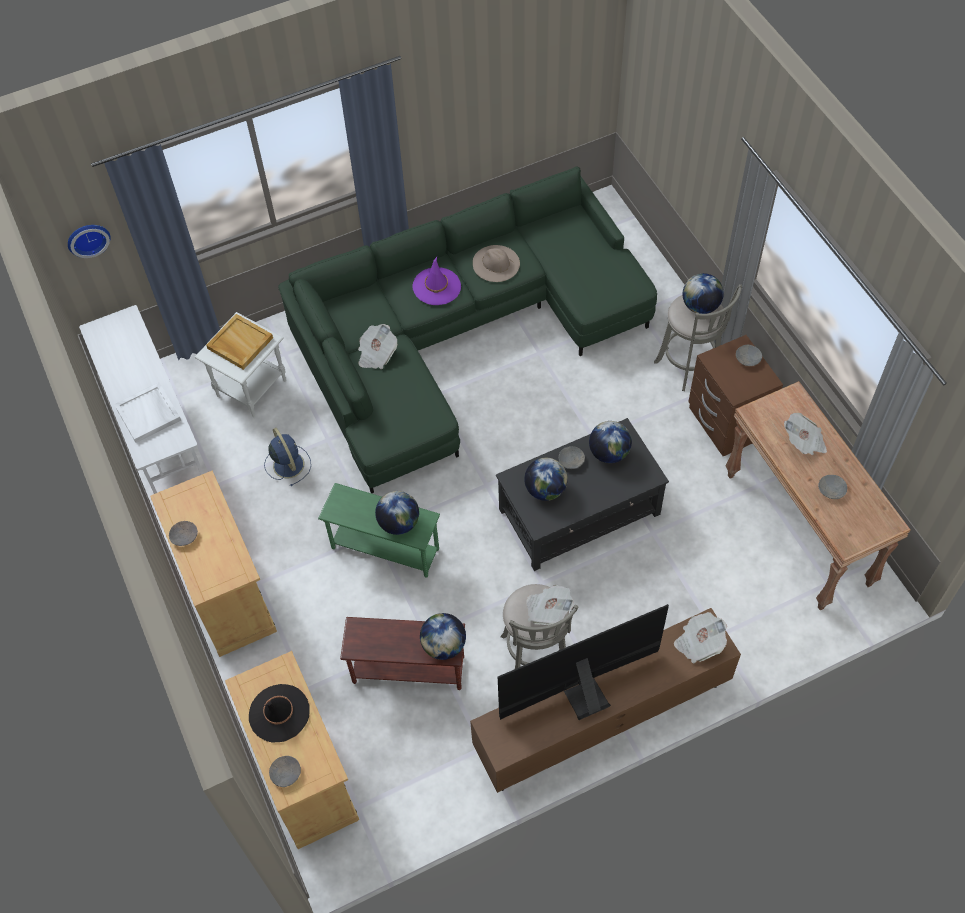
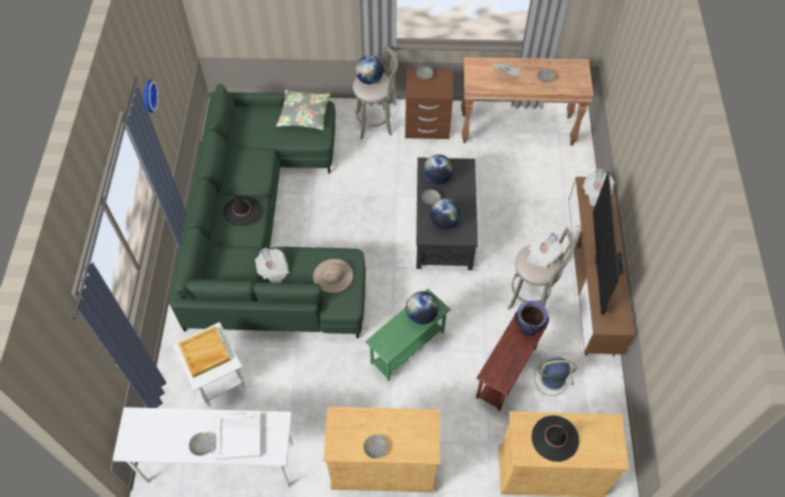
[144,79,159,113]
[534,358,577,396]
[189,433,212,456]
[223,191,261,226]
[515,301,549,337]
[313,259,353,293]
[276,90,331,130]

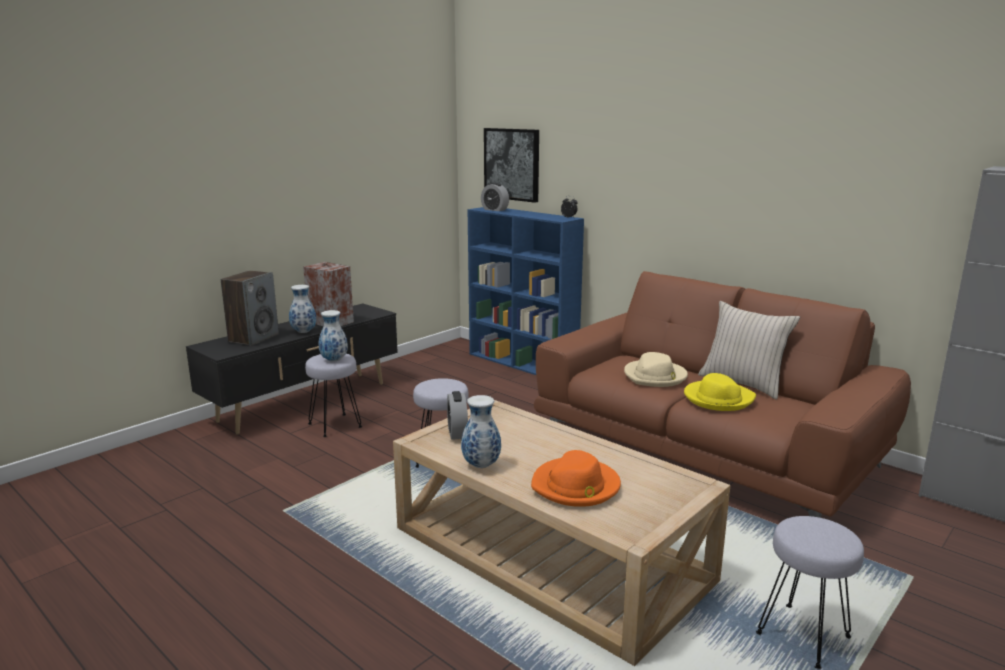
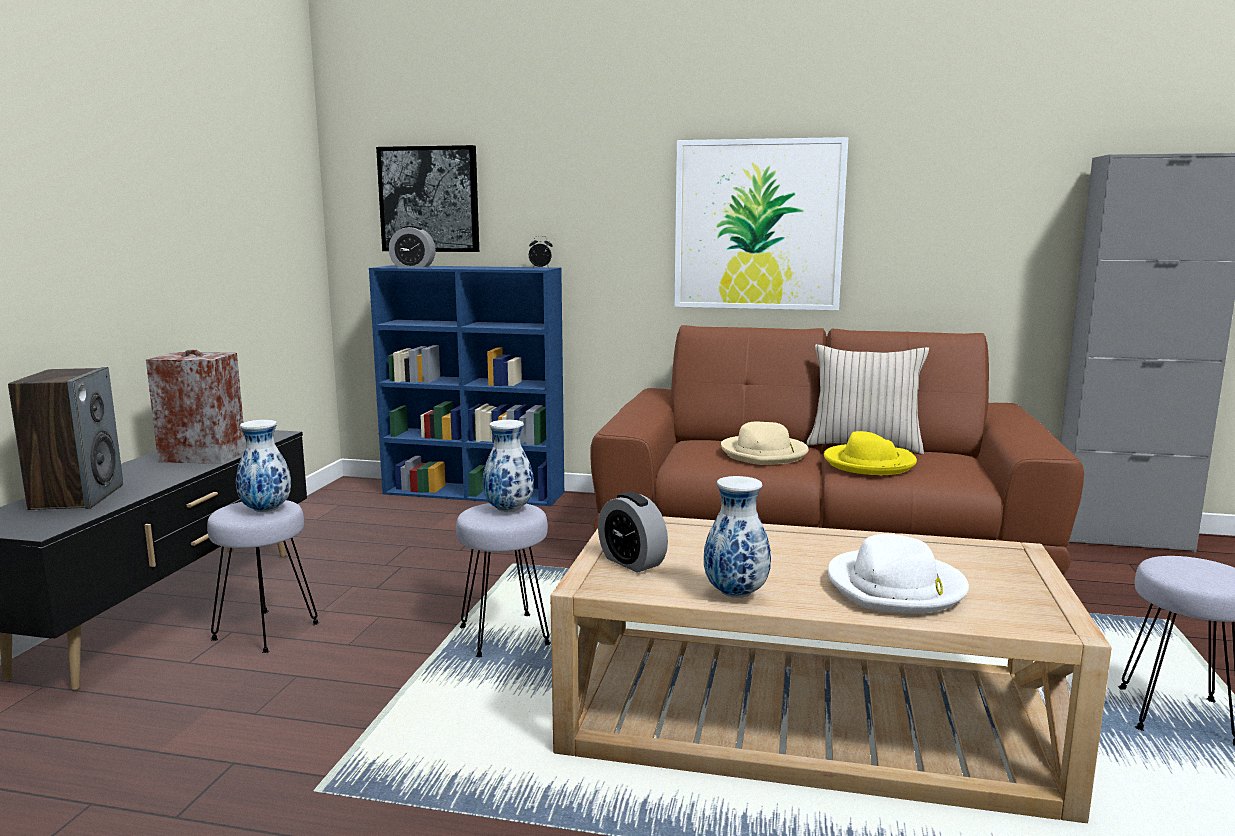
[483,420,534,512]
[828,534,969,613]
[674,137,848,310]

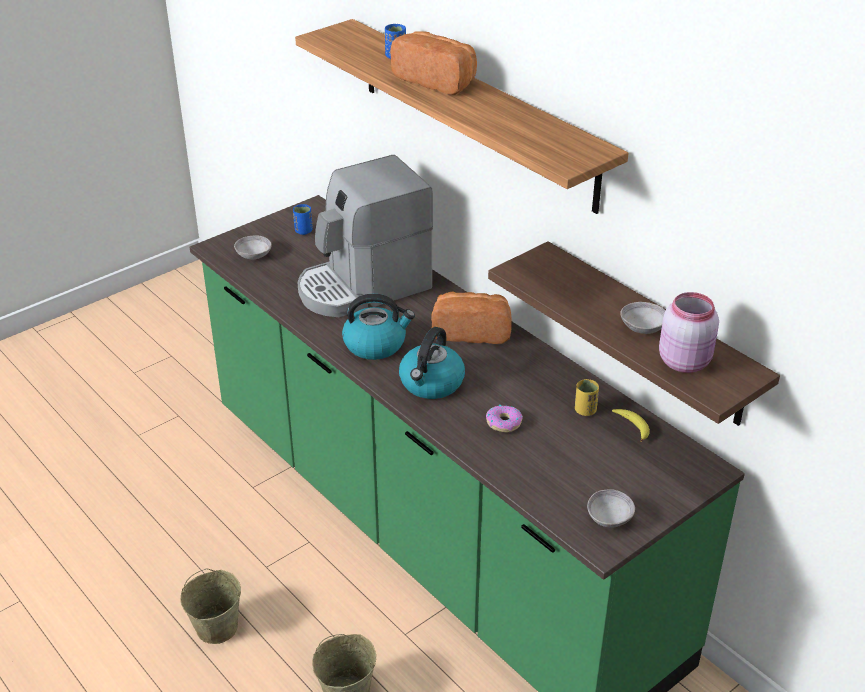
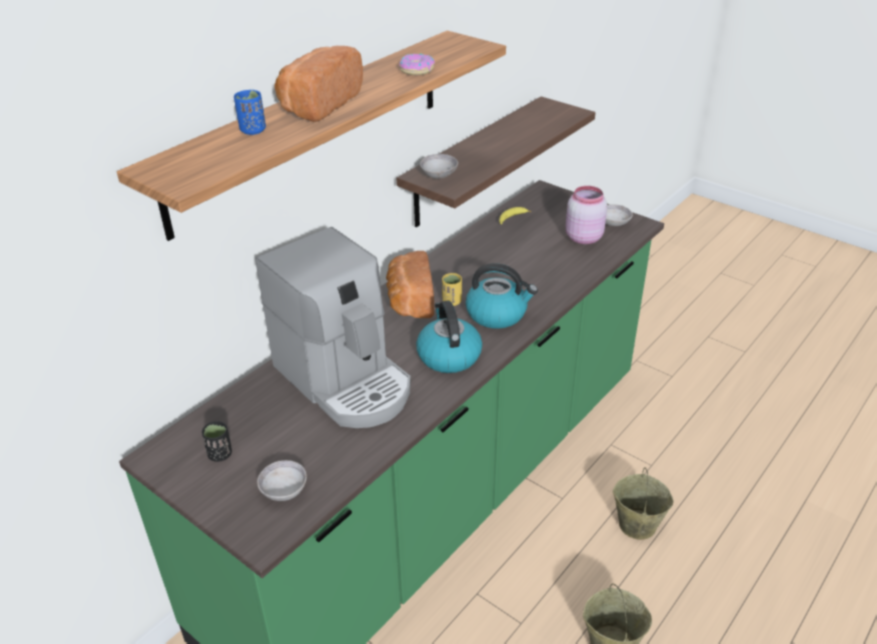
[202,421,232,462]
[399,53,435,75]
[442,273,462,306]
[420,154,458,179]
[566,186,607,244]

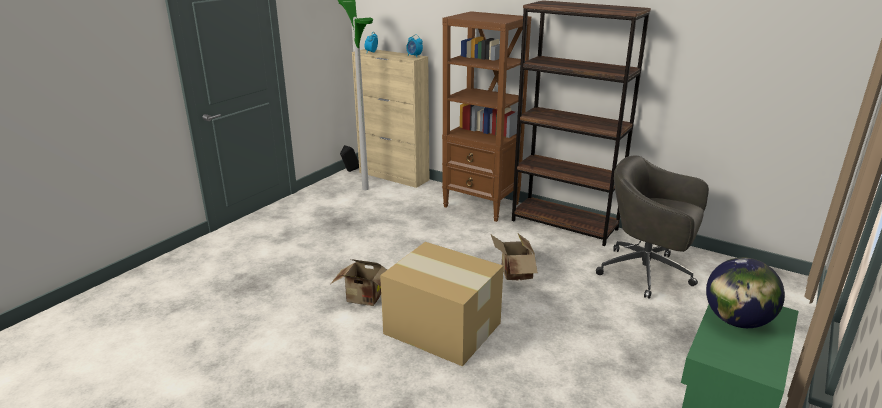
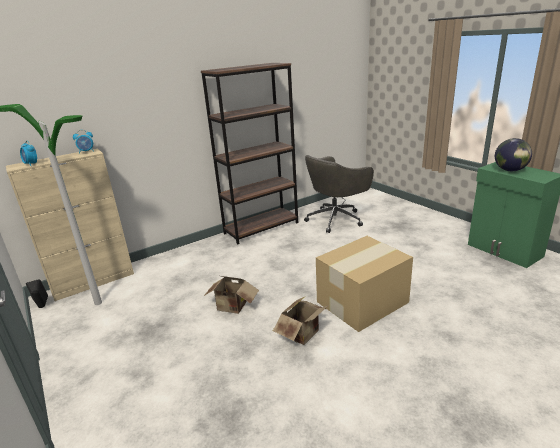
[442,11,531,222] (first image)
[204,276,259,314]

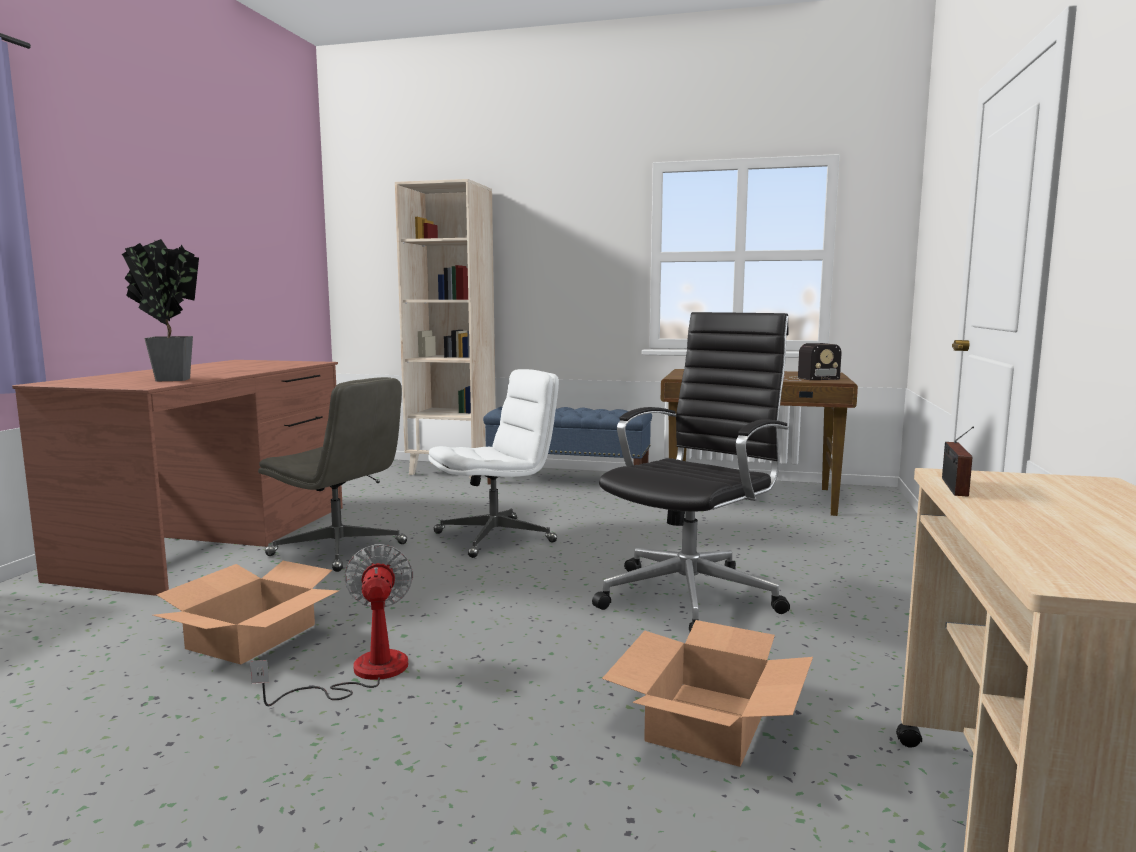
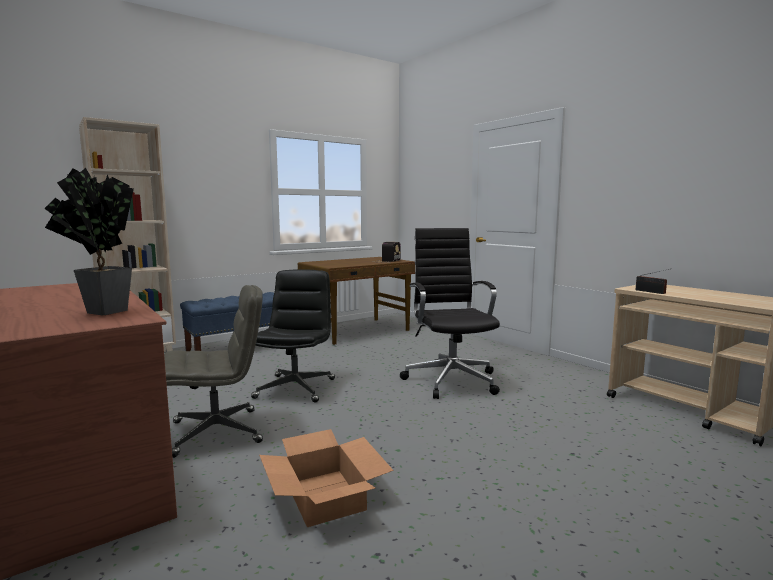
[250,544,413,706] (first image)
[251,269,335,403]
[602,620,813,767] (first image)

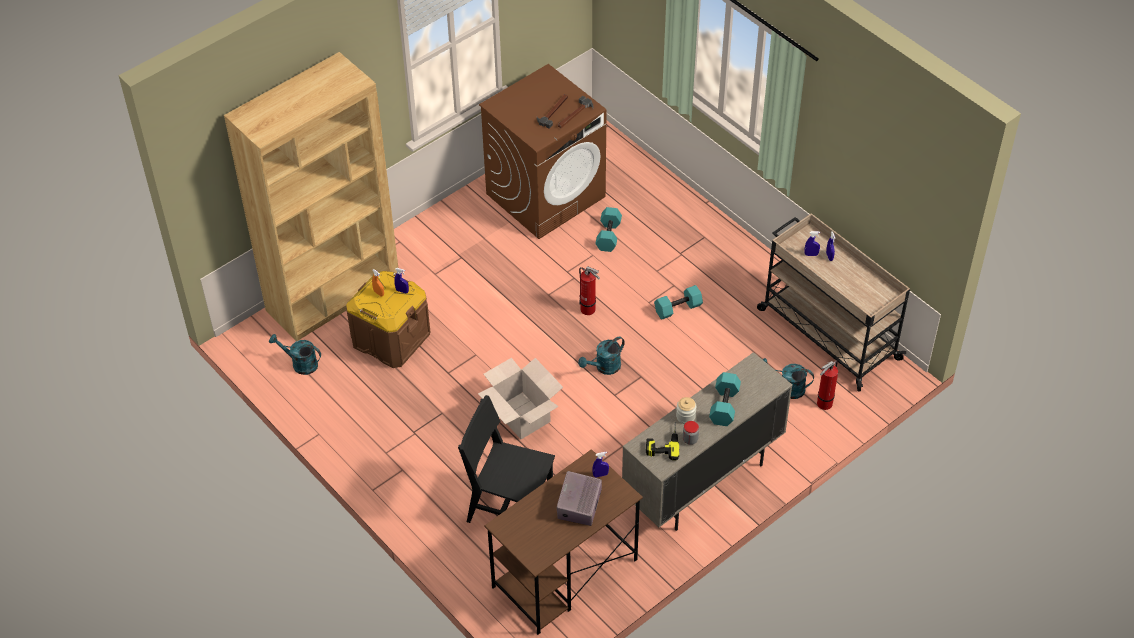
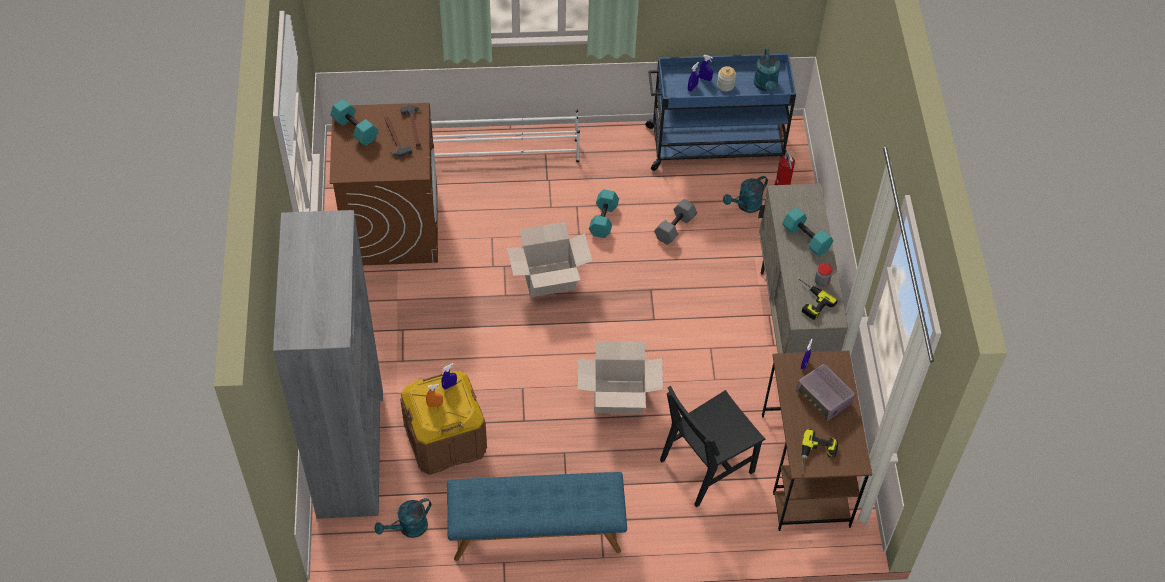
[273,210,383,519]
[754,48,780,92]
[507,222,592,297]
[330,99,378,146]
[717,66,736,92]
[646,54,796,171]
[431,109,580,162]
[447,472,627,561]
[654,199,697,245]
[801,429,838,471]

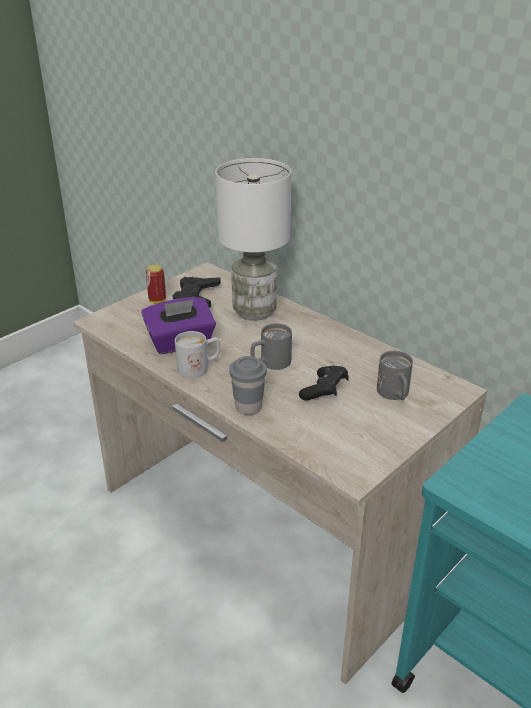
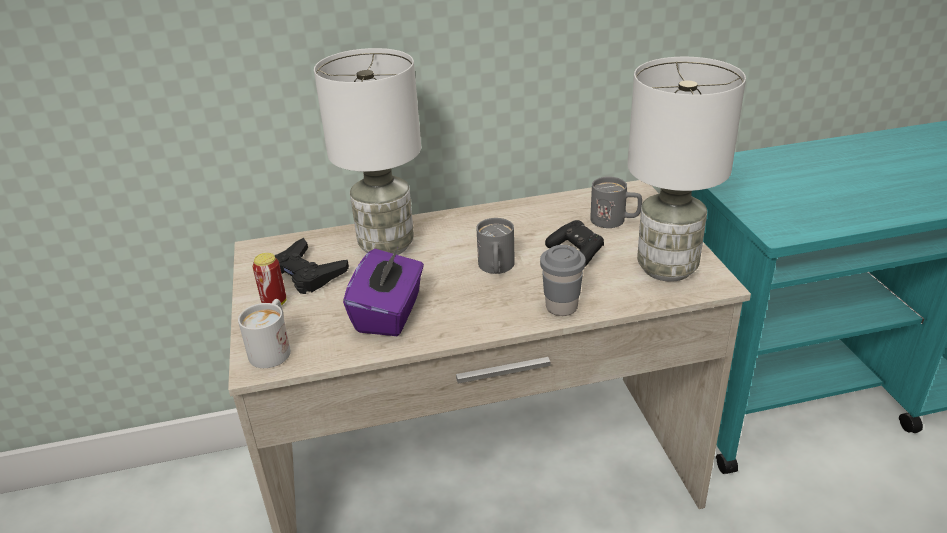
[238,299,291,368]
[627,57,746,282]

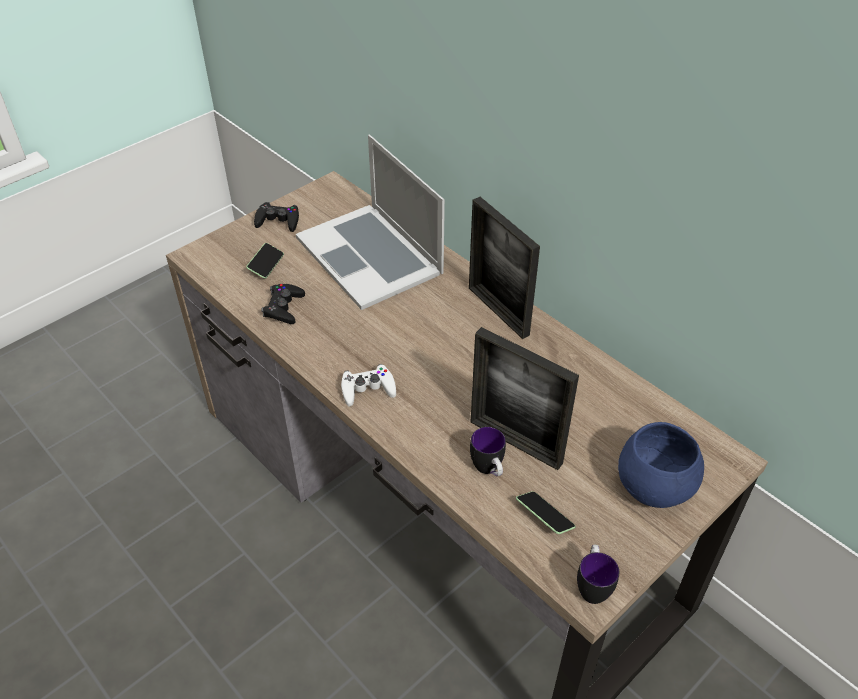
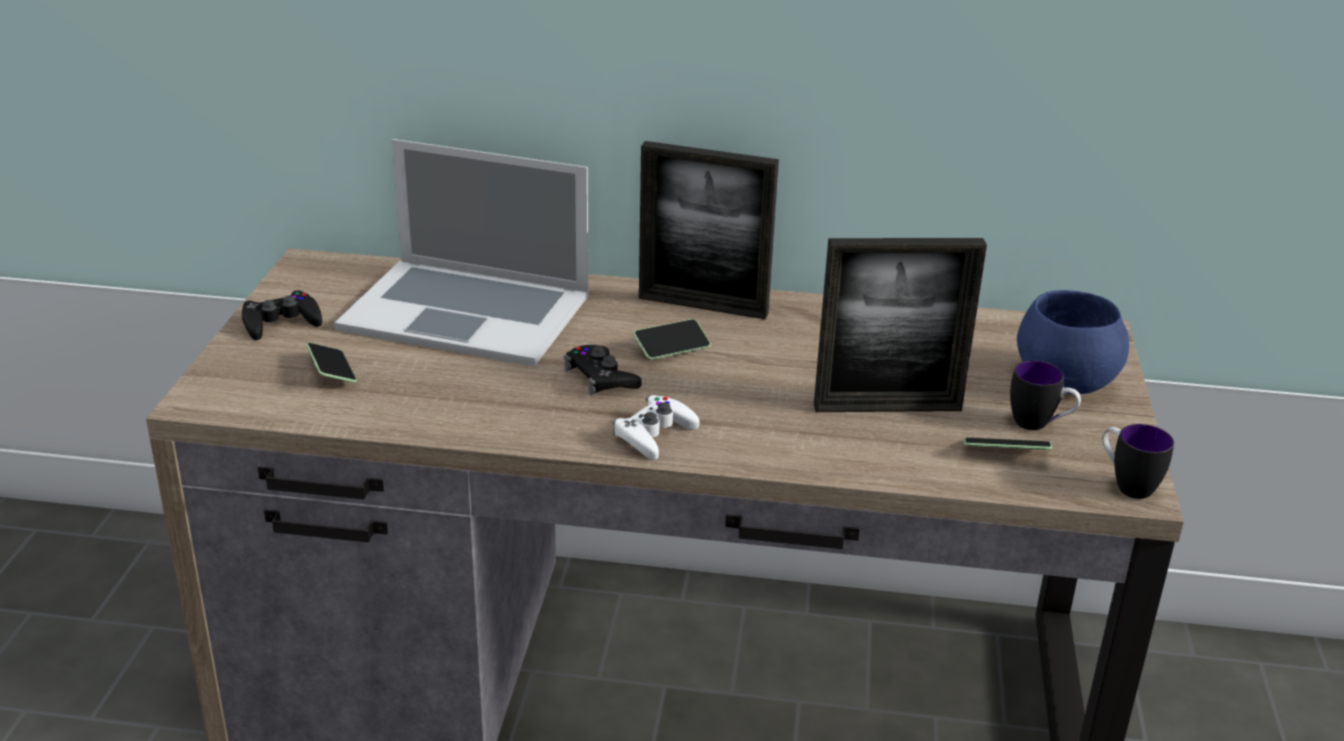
[564,345,642,395]
[1010,361,1081,430]
[633,319,711,360]

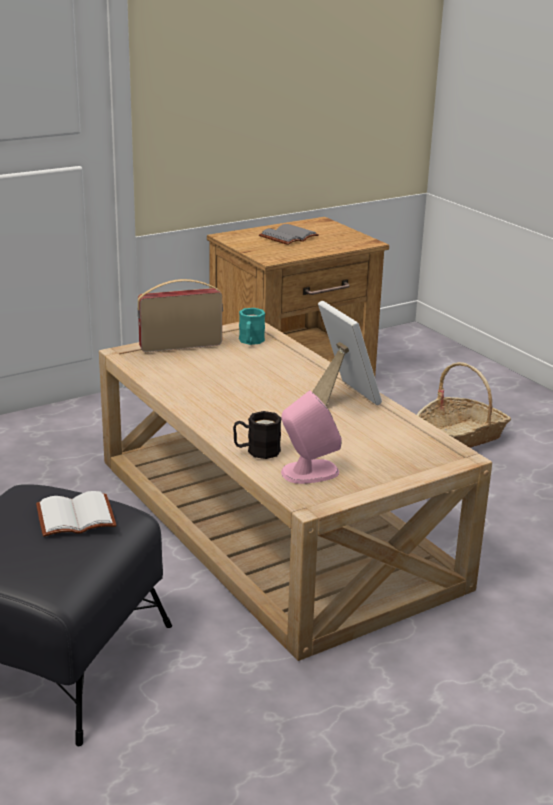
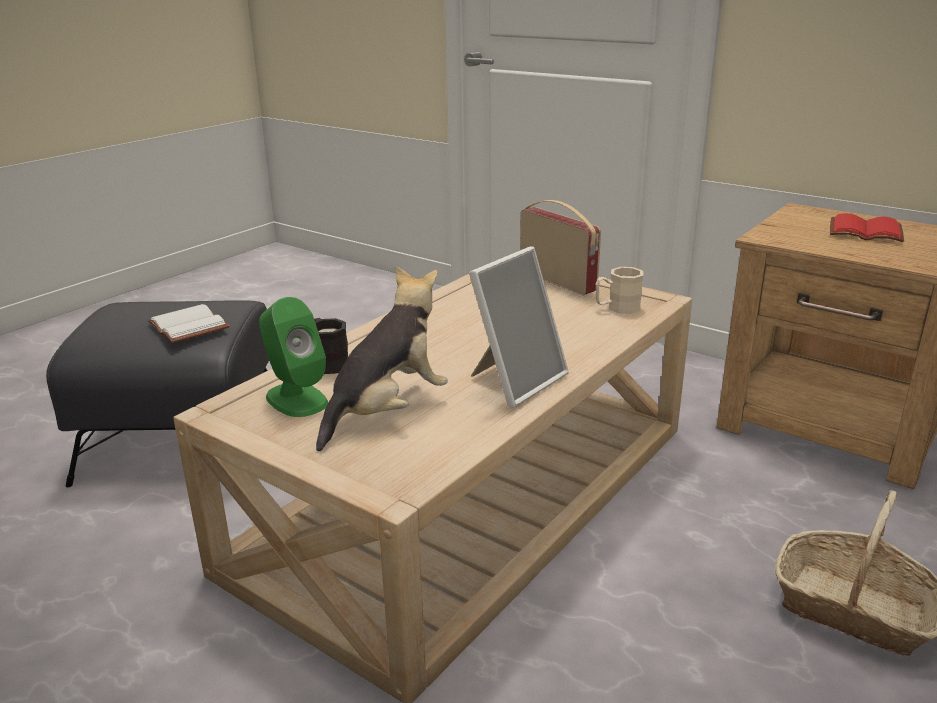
[596,267,644,314]
[830,213,904,242]
[259,297,328,417]
[316,266,448,451]

